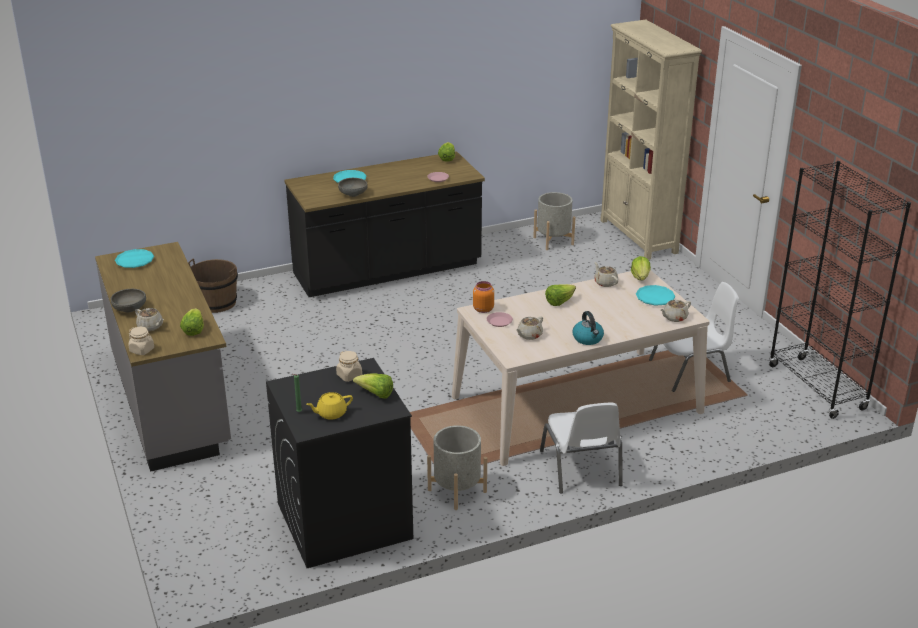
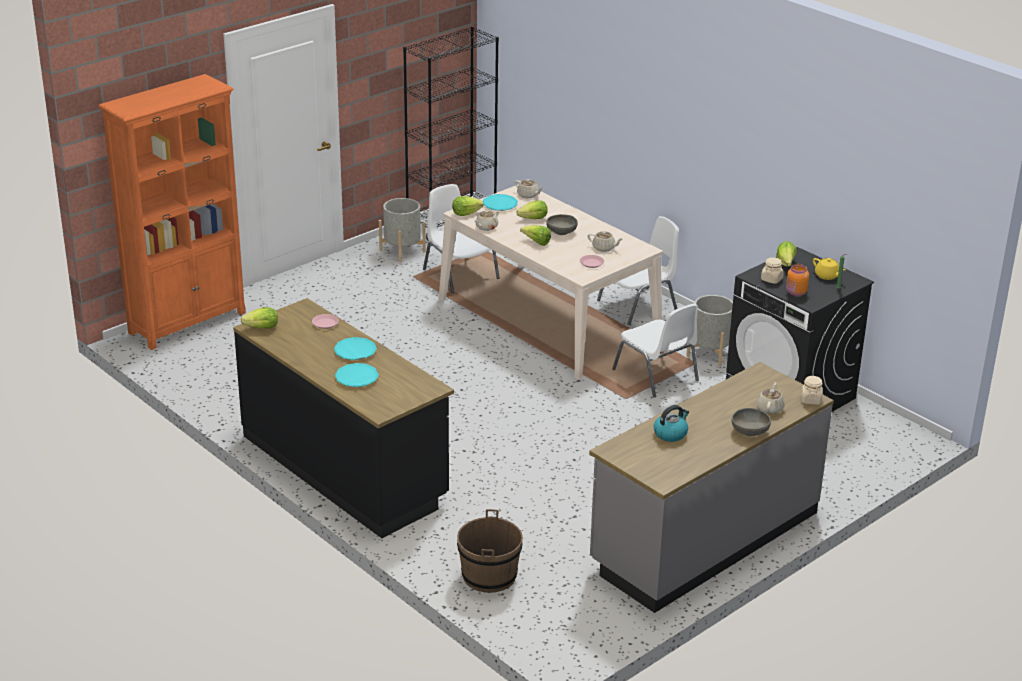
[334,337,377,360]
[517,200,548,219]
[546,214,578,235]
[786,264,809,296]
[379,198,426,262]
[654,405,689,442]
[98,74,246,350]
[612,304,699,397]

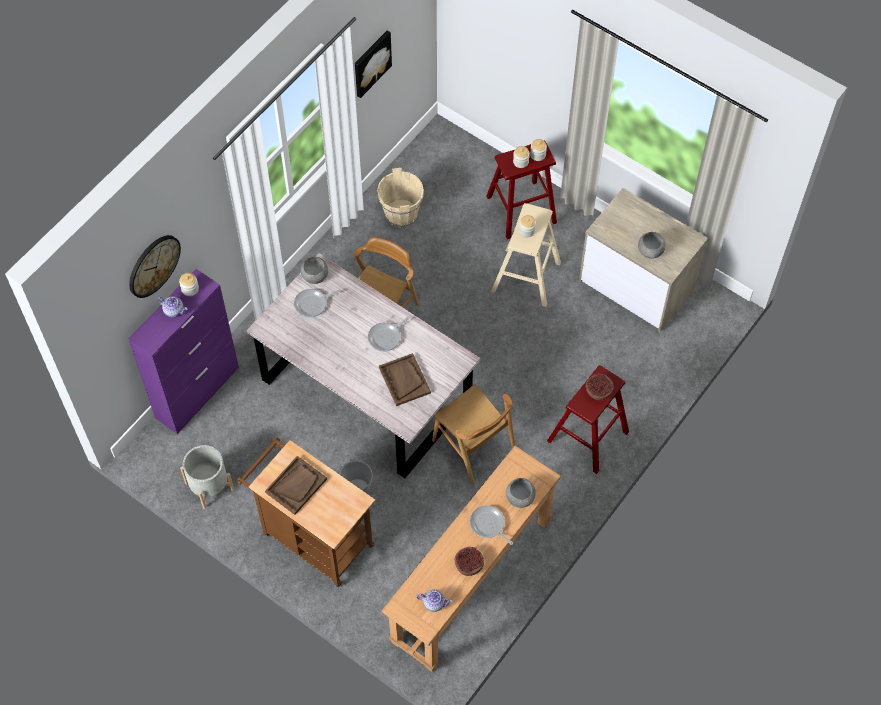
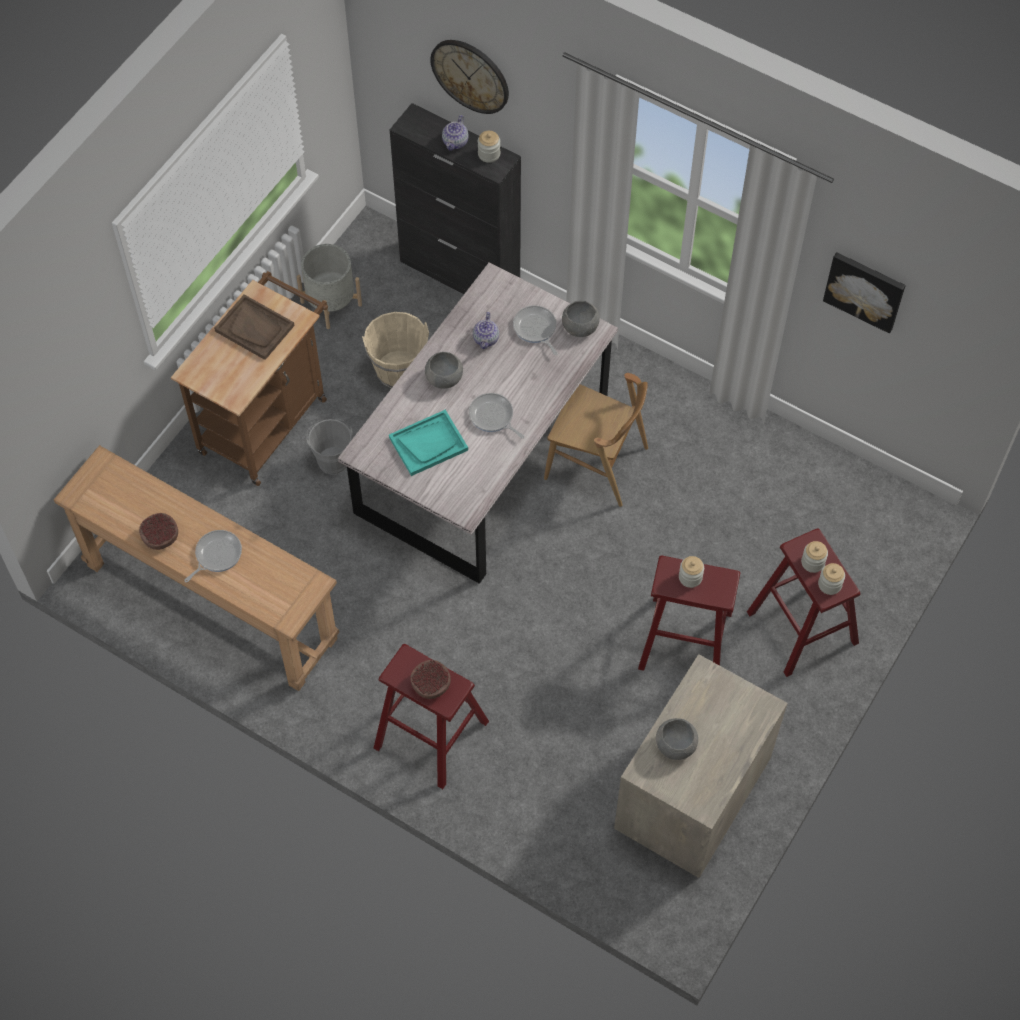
[390,103,521,294]
[362,312,429,388]
[389,410,468,476]
[473,312,499,349]
[432,384,515,485] (first image)
[638,556,740,671]
[425,352,463,389]

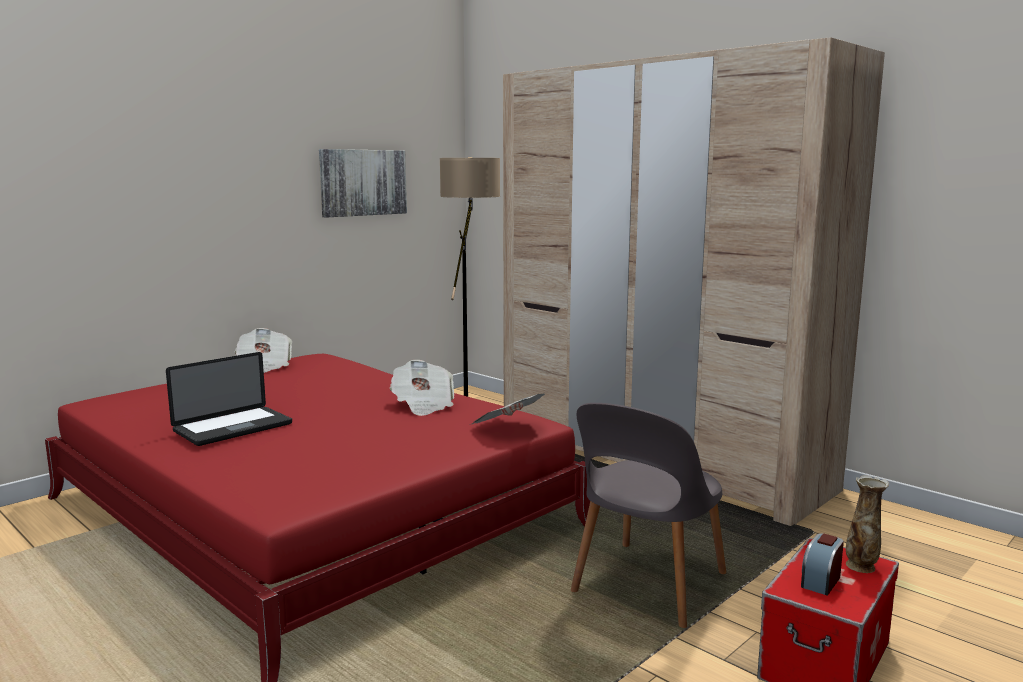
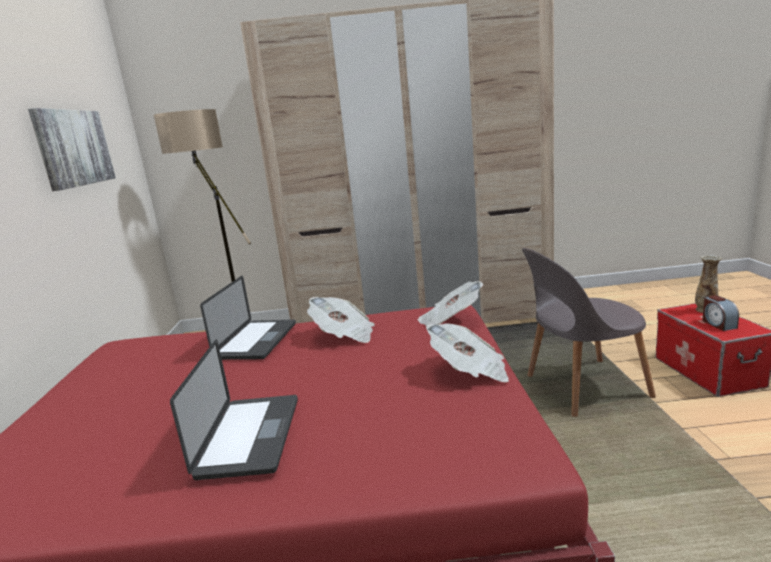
[426,323,509,382]
[522,248,656,417]
[200,276,296,360]

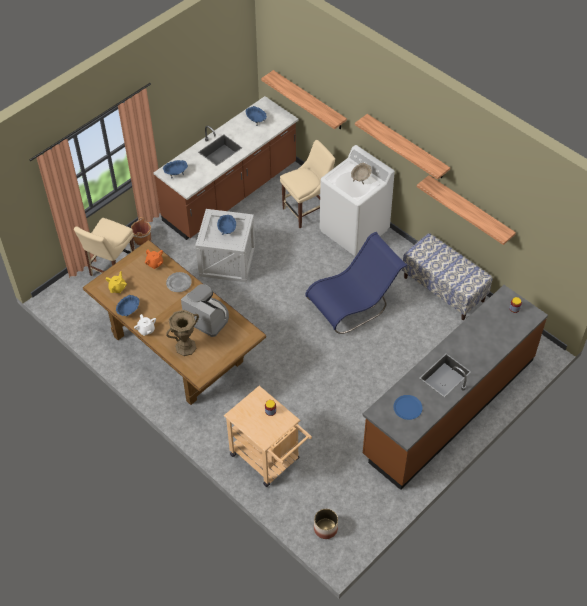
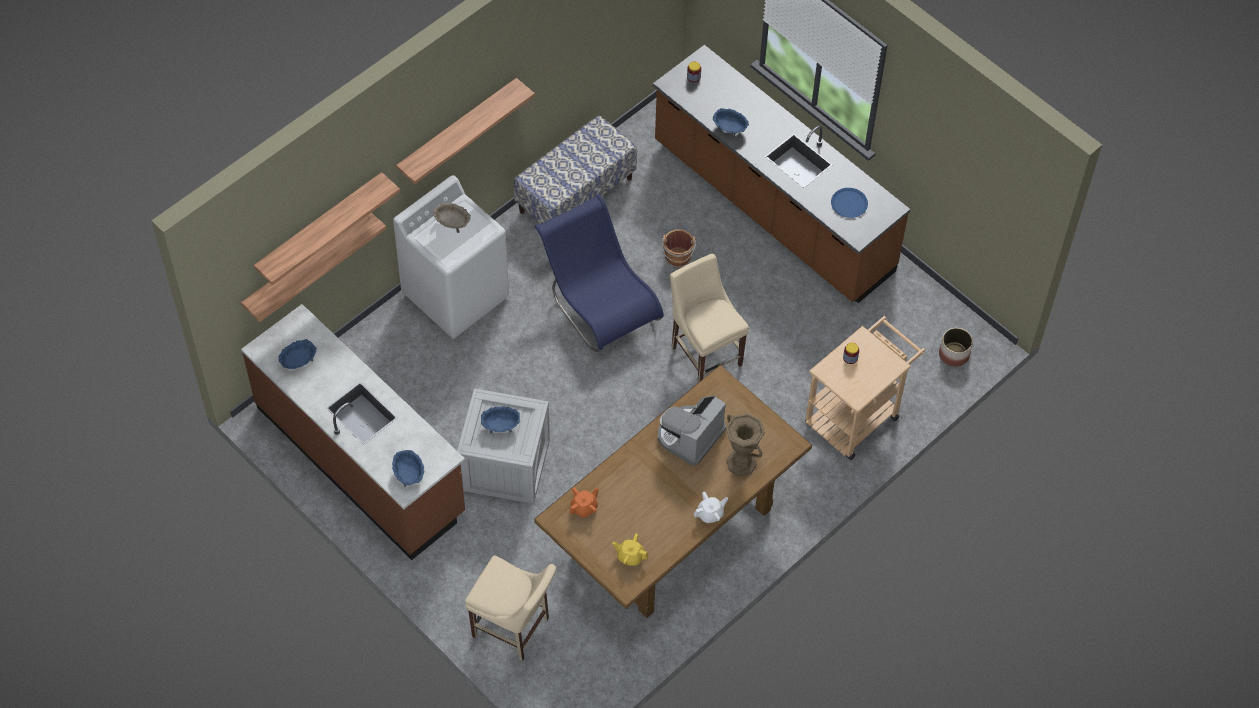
[713,108,749,138]
[662,229,696,268]
[166,272,192,292] (first image)
[670,254,749,383]
[253,172,400,285]

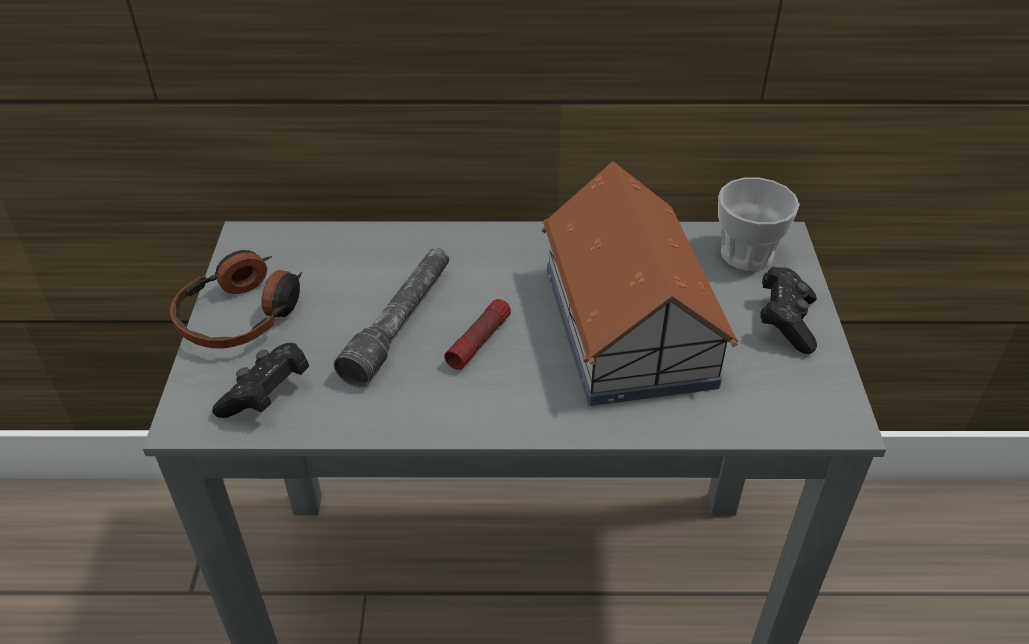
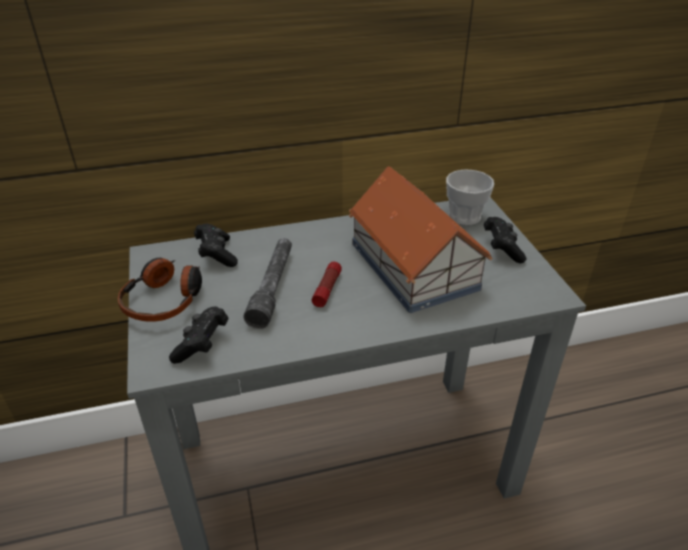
[194,224,238,267]

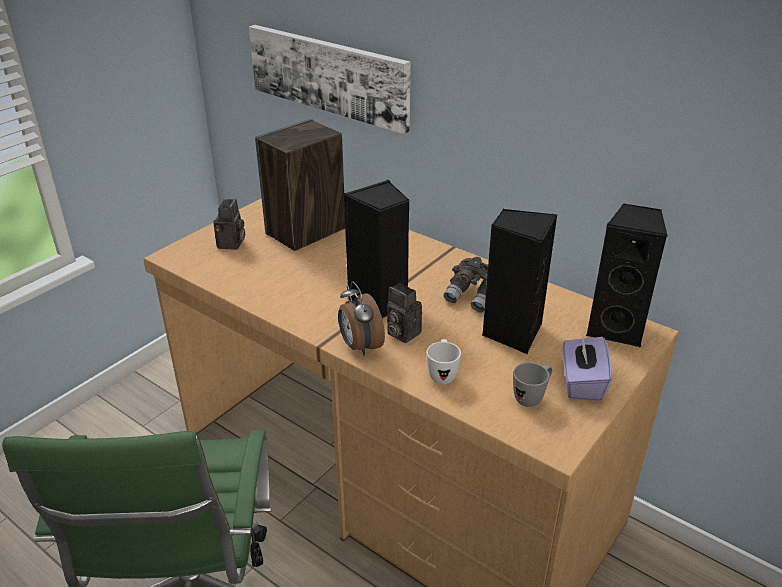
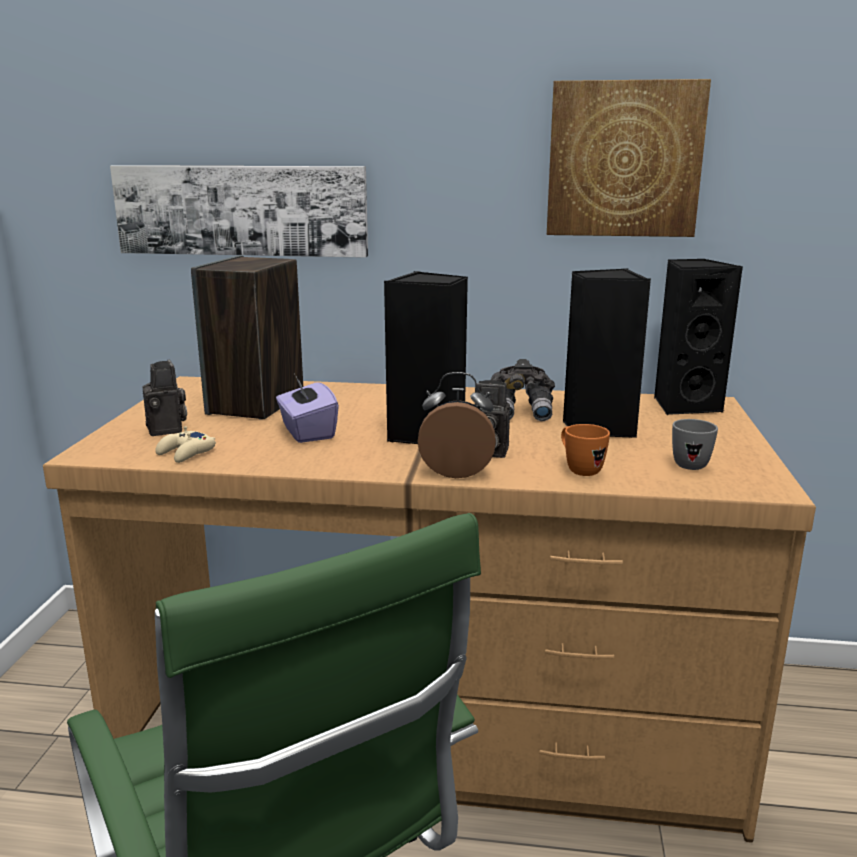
[418,372,496,478]
[561,424,610,476]
[276,373,339,443]
[155,426,216,463]
[547,79,711,237]

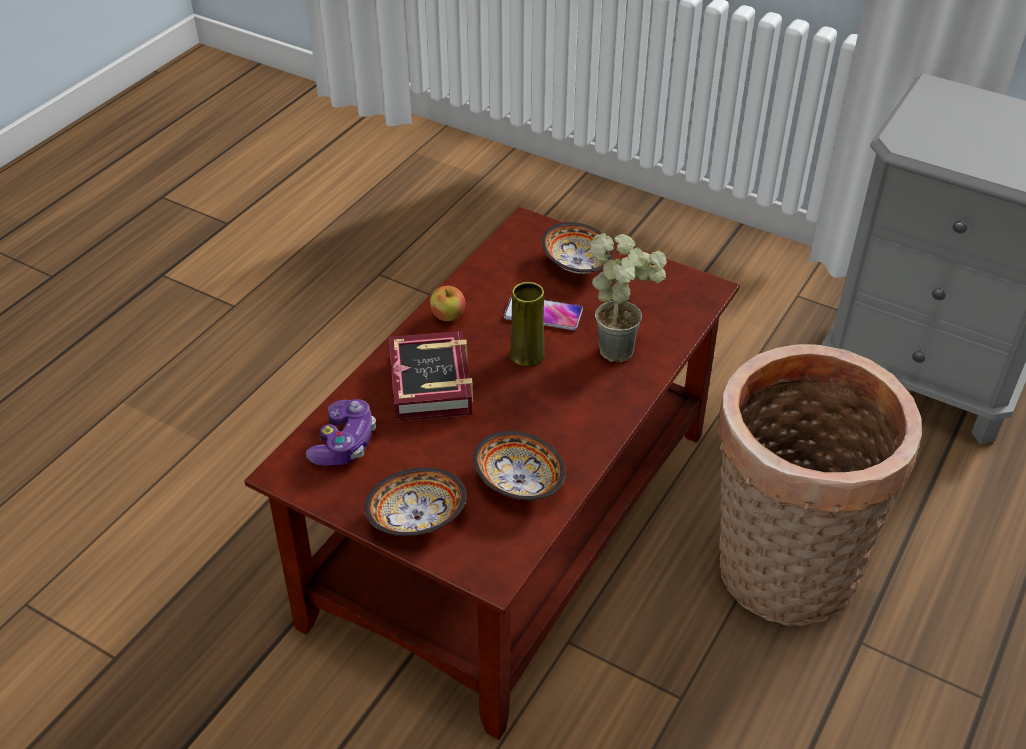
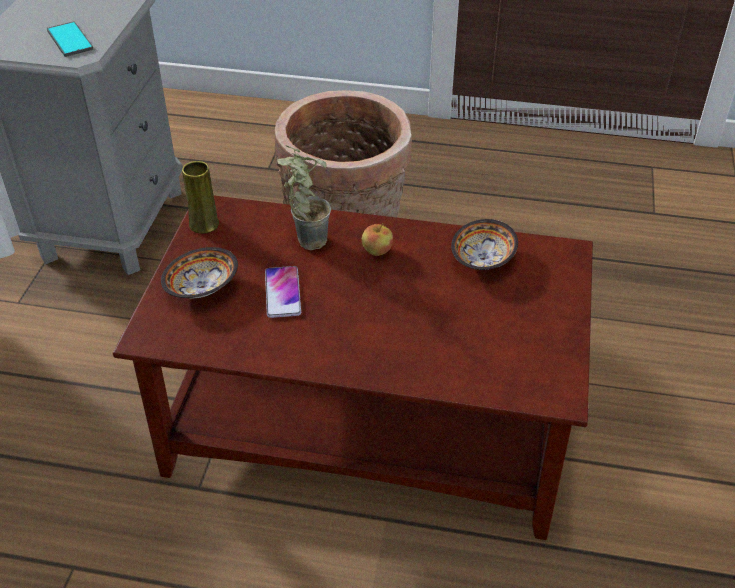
[306,399,376,466] (first image)
[364,467,467,536] (first image)
[389,331,473,422] (first image)
[362,223,393,256]
[182,161,219,234]
[47,21,93,57]

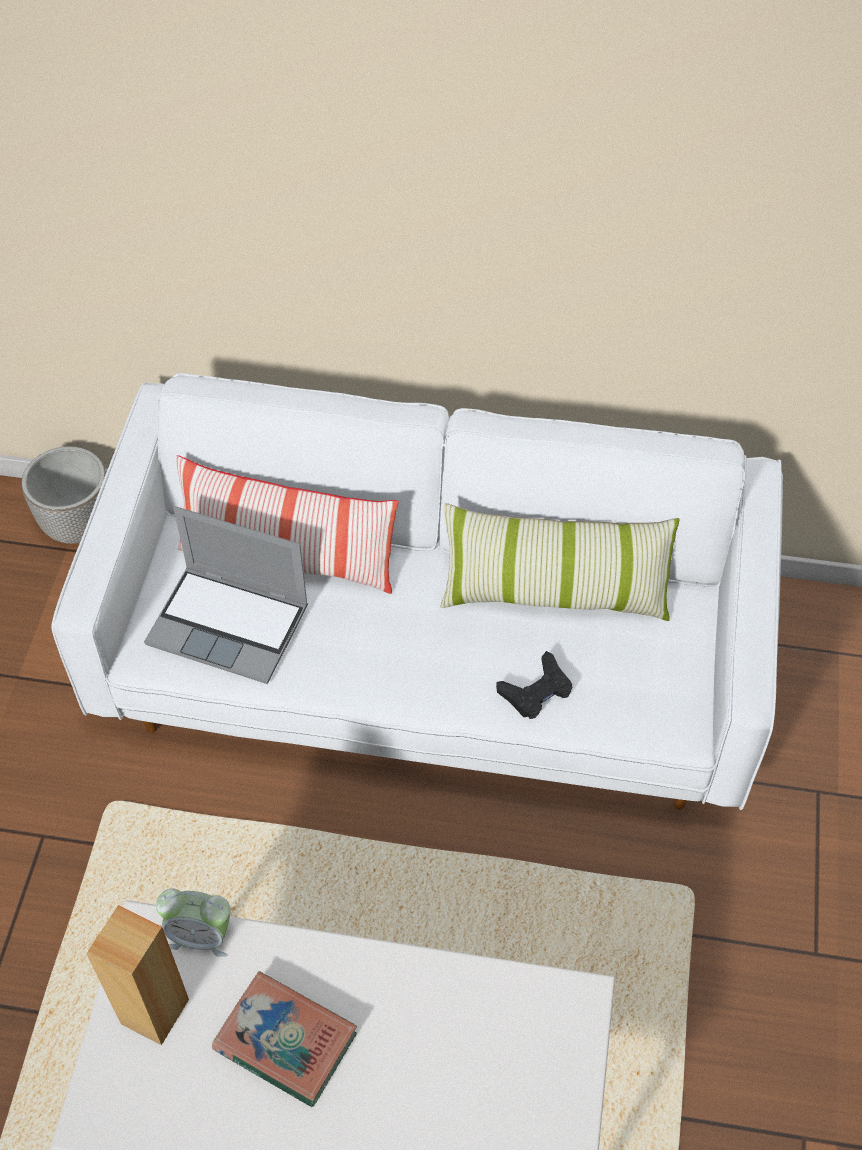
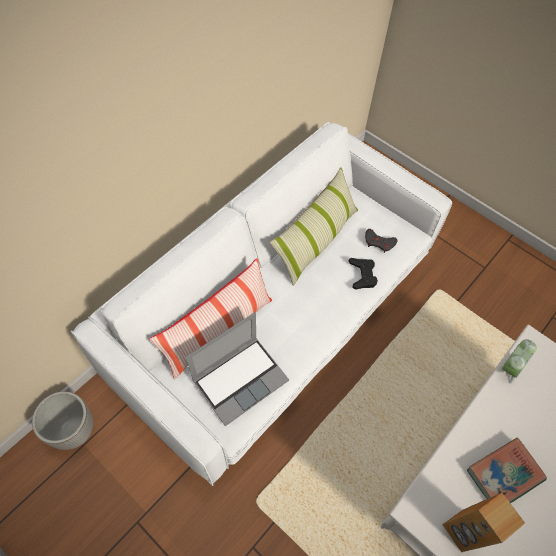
[502,339,537,384]
[365,229,398,253]

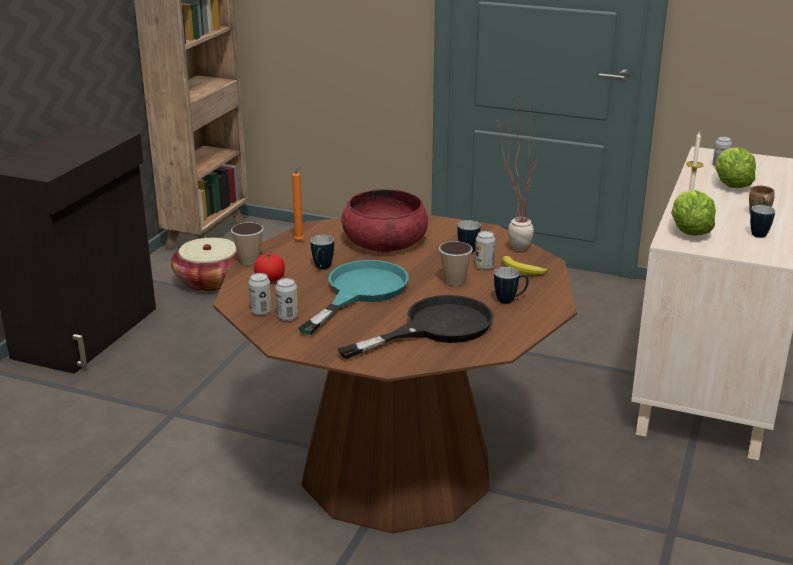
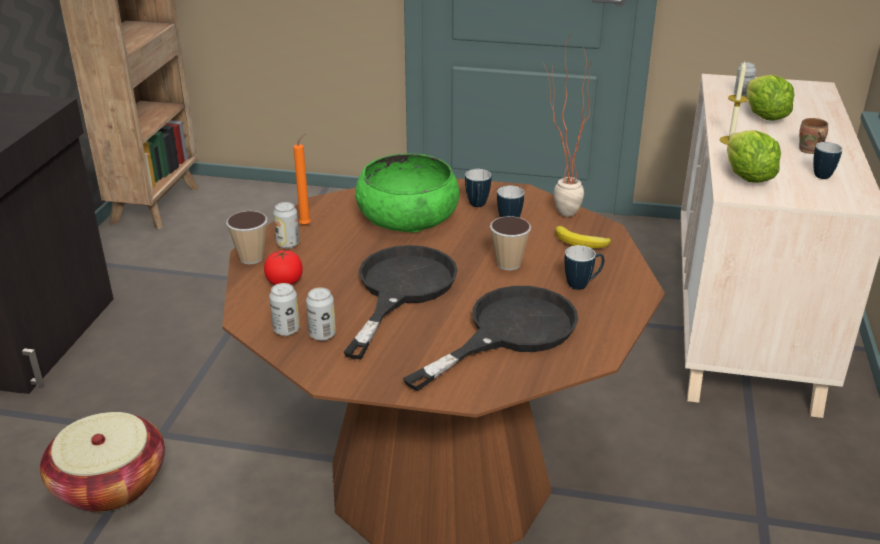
[40,412,165,512]
[344,245,458,359]
[465,169,491,207]
[355,153,459,233]
[273,202,300,249]

